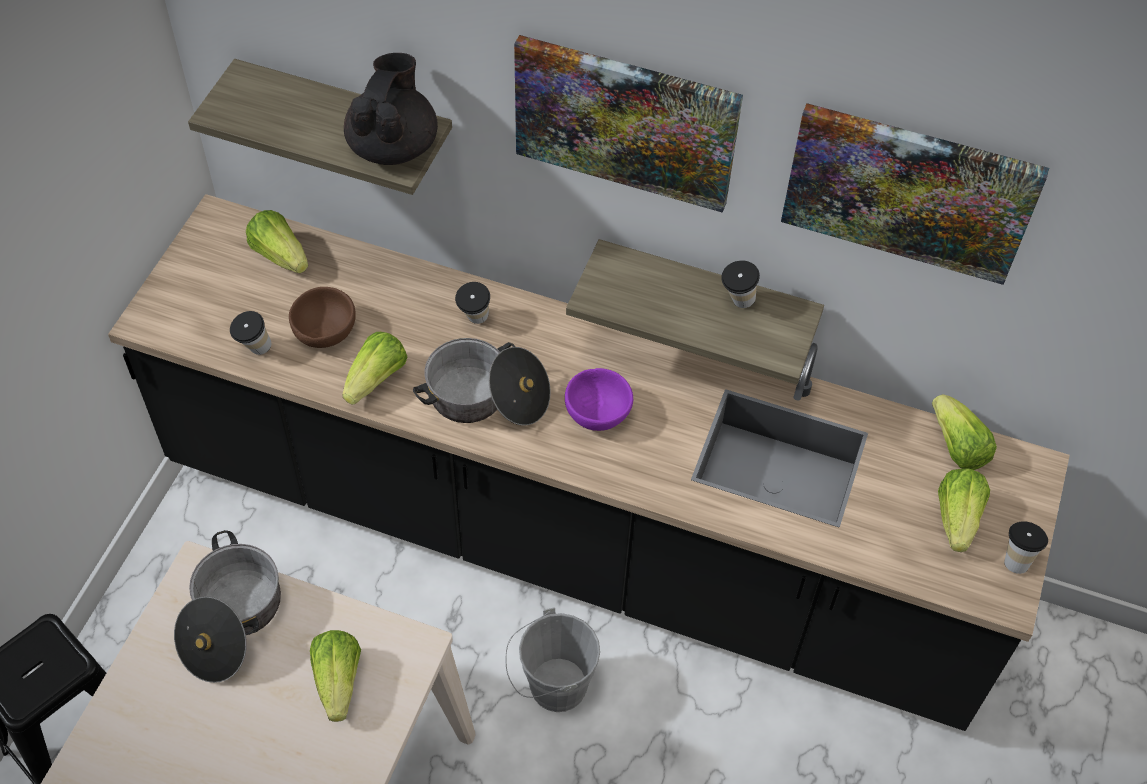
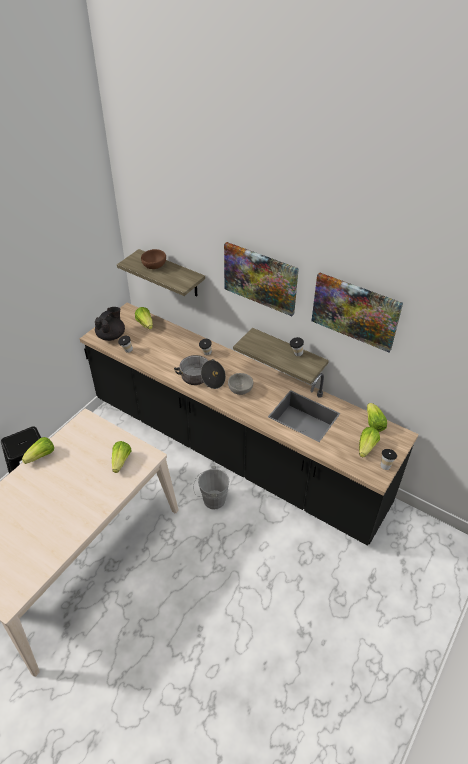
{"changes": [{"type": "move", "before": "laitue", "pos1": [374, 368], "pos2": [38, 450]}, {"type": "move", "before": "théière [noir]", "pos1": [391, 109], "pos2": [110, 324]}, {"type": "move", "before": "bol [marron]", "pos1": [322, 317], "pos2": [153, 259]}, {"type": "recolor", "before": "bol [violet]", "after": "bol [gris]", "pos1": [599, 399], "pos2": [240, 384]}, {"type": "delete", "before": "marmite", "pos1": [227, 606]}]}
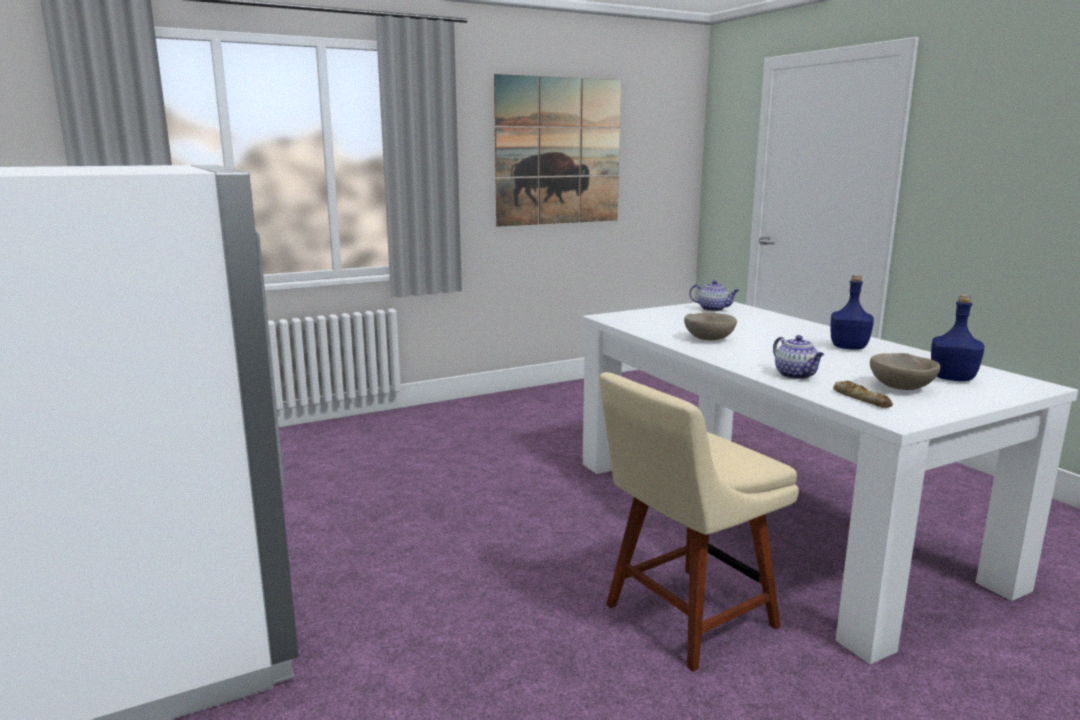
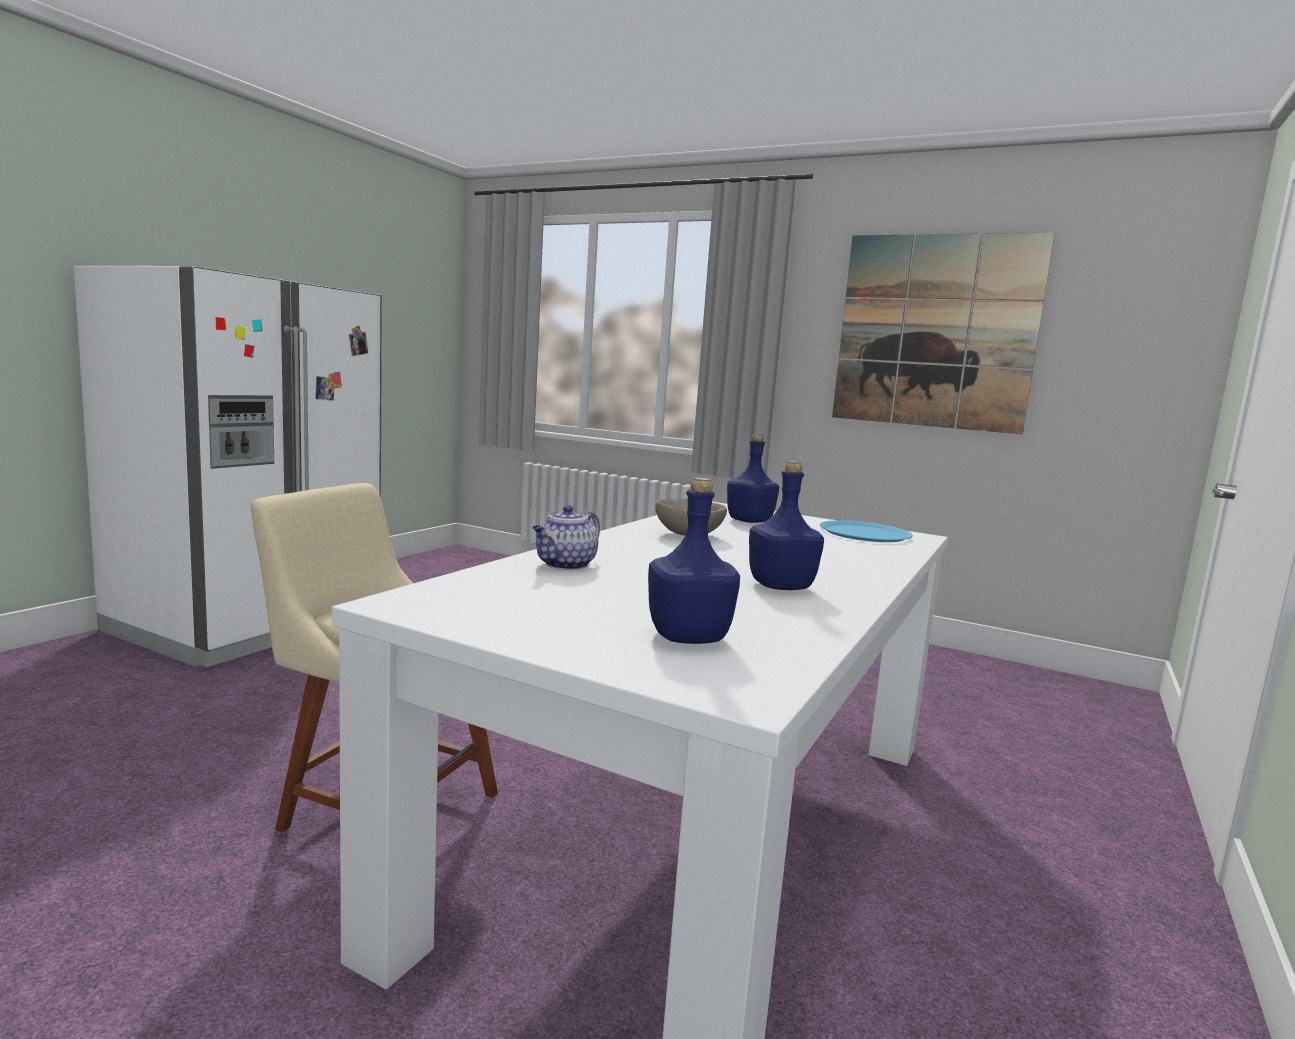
{"changes": [{"type": "insert", "after": "bouteille [bleu]", "pos2": [753, 478]}, {"type": "replace", "before": "théière", "after": "assiette [bleu]", "pos1": [714, 295], "pos2": [866, 531]}, {"type": "delete", "before": "pain", "pos1": [863, 394]}, {"type": "delete", "before": "bol [beige]", "pos1": [905, 371]}]}
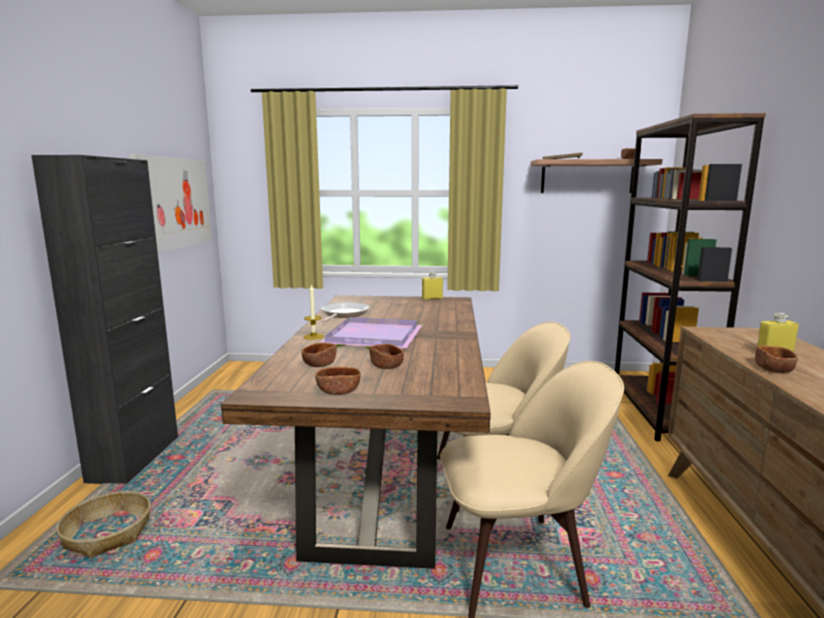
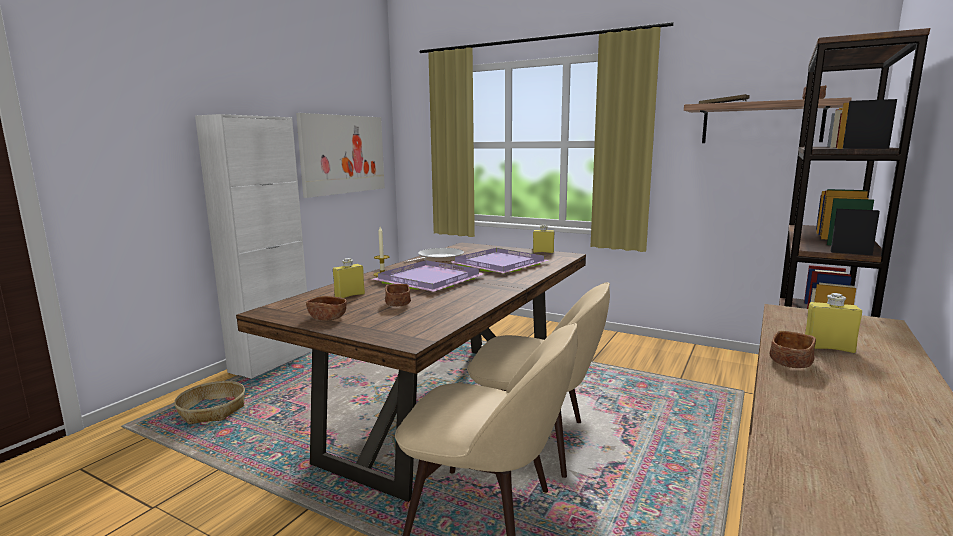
{"changes": [{"type": "recolor", "before": "meuble de rangement [noir]", "after": "meuble de rangement [blanc]", "pos1": [104, 319], "pos2": [253, 246]}, {"type": "replace", "before": "bol [marron]", "after": "bouteille [jaune]", "pos1": [319, 354], "pos2": [349, 278]}, {"type": "insert", "after": "plateau [violet]", "pos2": [500, 260]}]}
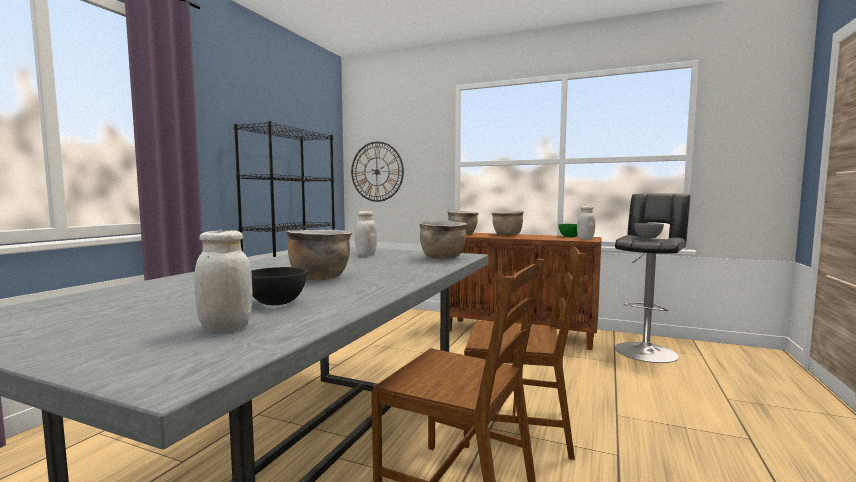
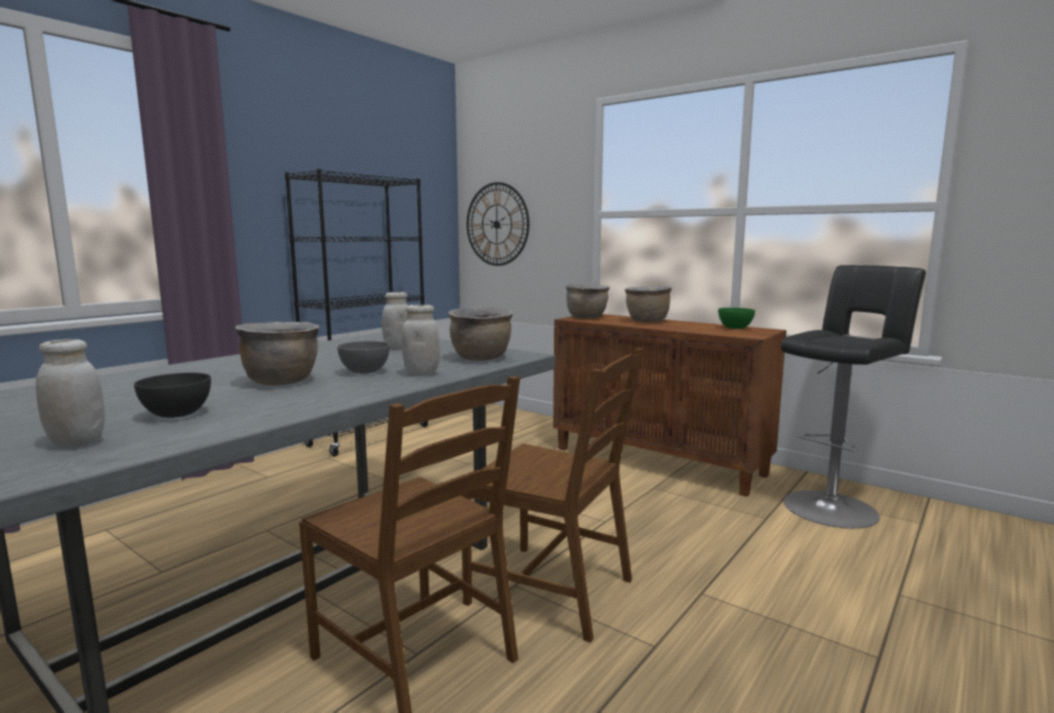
{"changes": [{"type": "move", "before": "bol [gris]", "pos1": [649, 230], "pos2": [363, 357]}, {"type": "move", "before": "bocal [blanc]", "pos1": [586, 223], "pos2": [421, 340]}]}
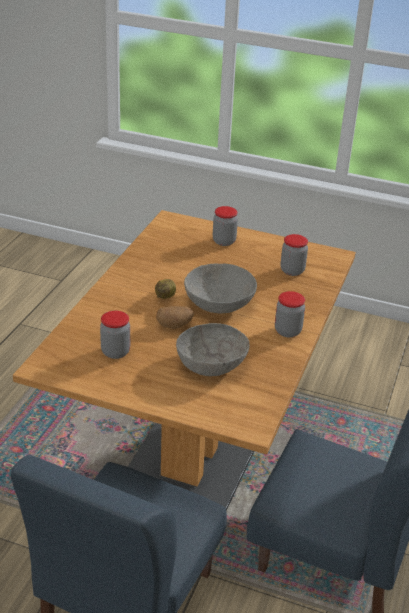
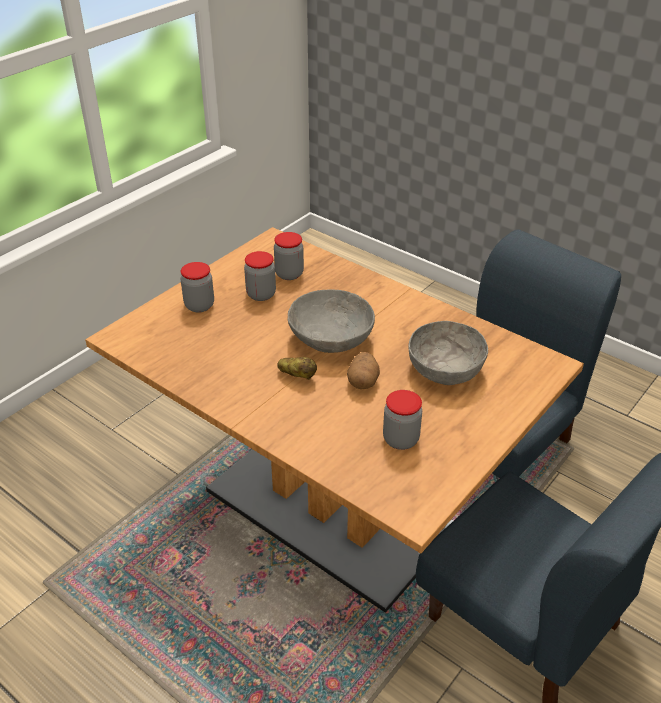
{"changes": [{"type": "move", "before": "bocal", "pos1": [290, 314], "pos2": [260, 276]}]}
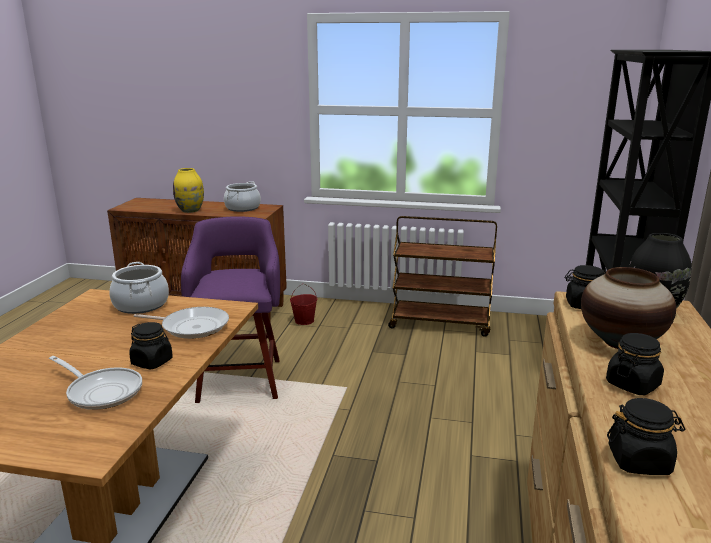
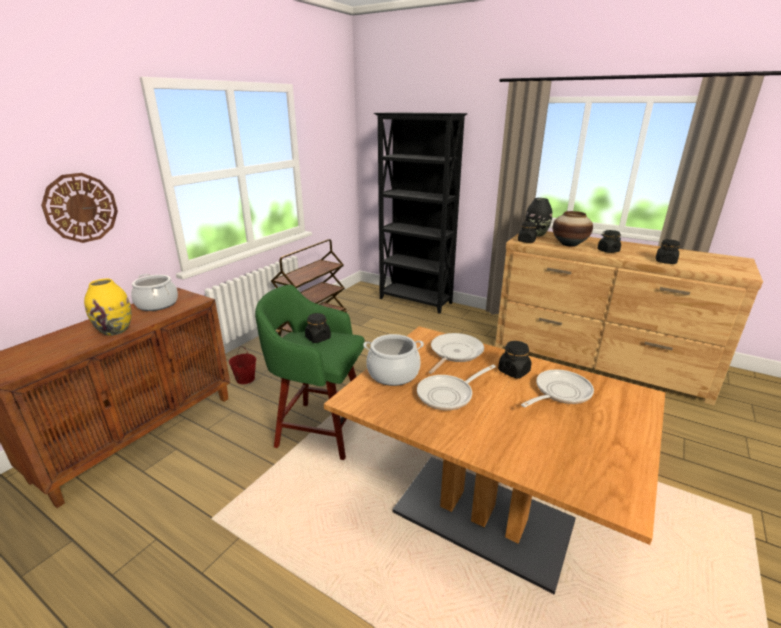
{"changes": [{"type": "insert", "after": "horloge murale", "pos2": [79, 208]}, {"type": "recolor", "before": "tabouret [violet]", "after": "tabouret [vert]", "pos1": [230, 309], "pos2": [309, 372]}, {"type": "insert", "after": "bocal [noir]", "pos2": [318, 328]}, {"type": "insert", "after": "poêle", "pos2": [456, 387]}]}
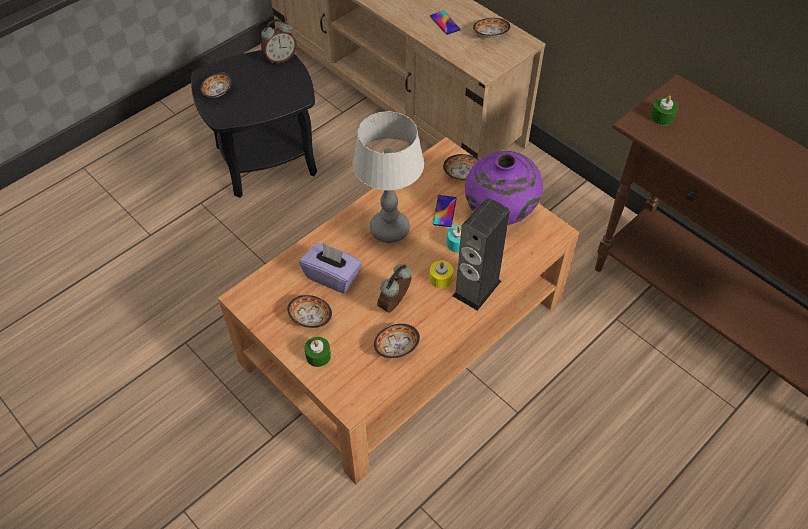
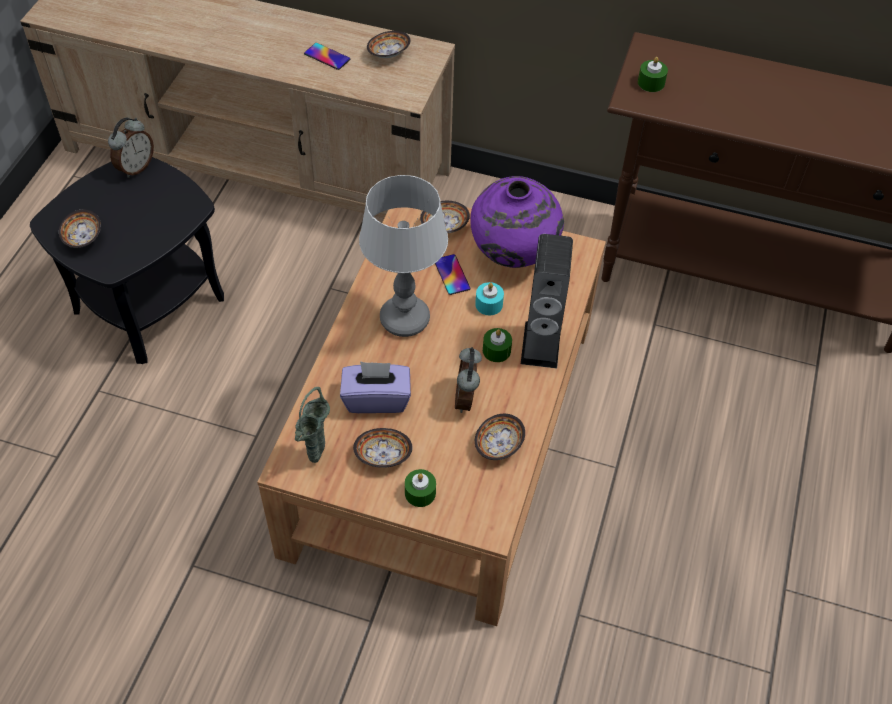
{"changes": [{"type": "insert", "after": "vase [vert]", "pos2": [312, 425]}, {"type": "recolor", "before": "bougie [jaune]", "after": "bougie [vert]", "pos1": [441, 275], "pos2": [497, 345]}]}
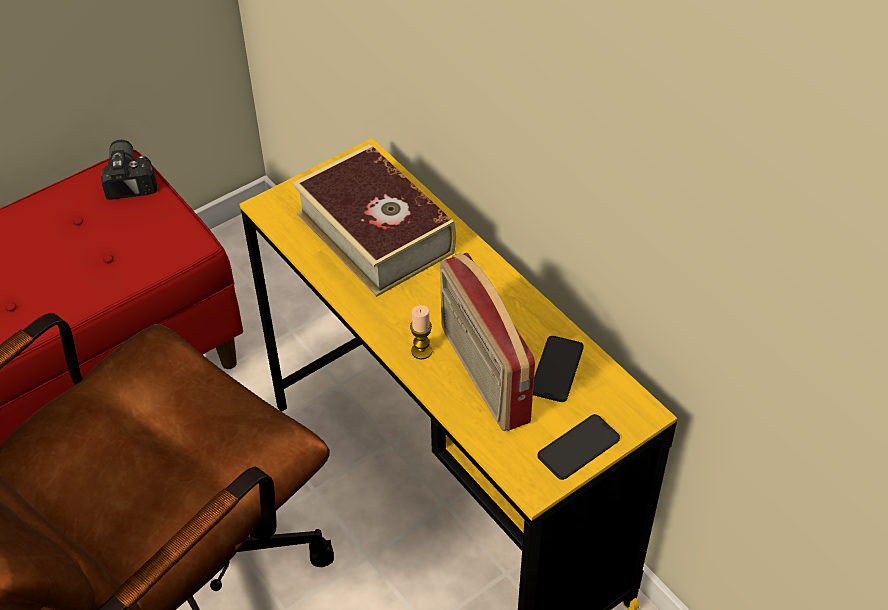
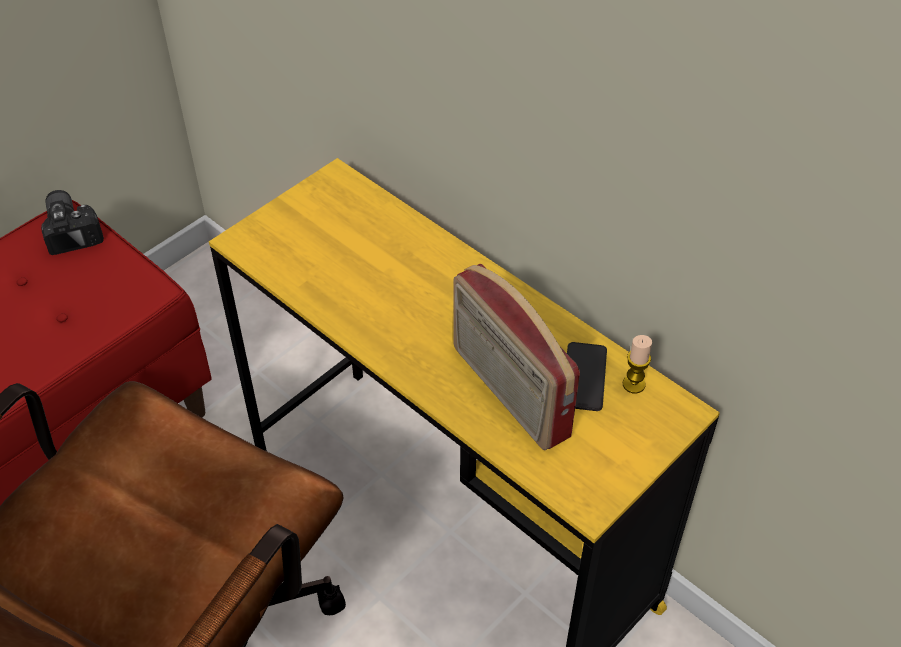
{"changes": [{"type": "move", "before": "bougie", "pos1": [421, 332], "pos2": [637, 364]}, {"type": "delete", "before": "livre", "pos1": [374, 220]}, {"type": "delete", "before": "téléphone", "pos1": [579, 447]}]}
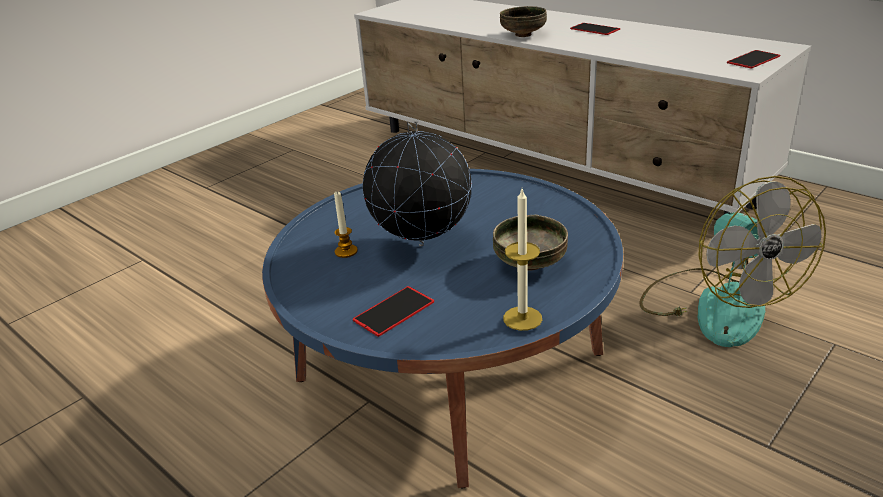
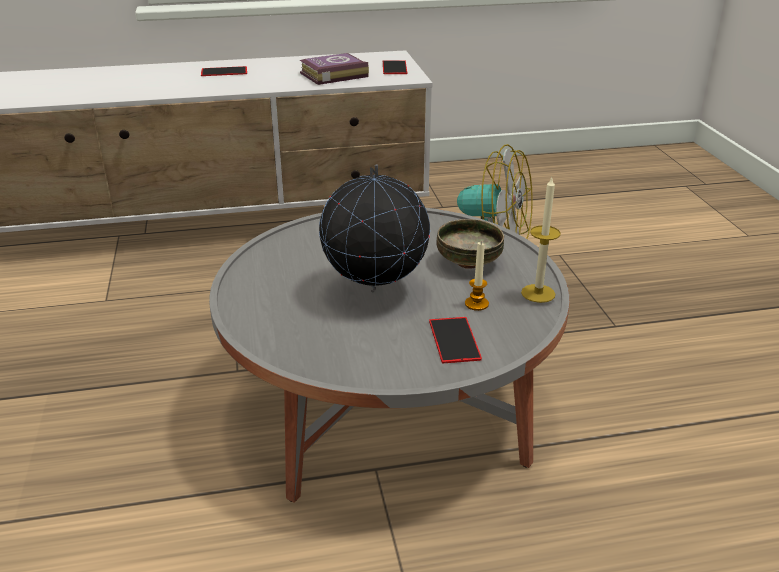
{"changes": [{"type": "recolor", "before": "table basse [bleu]", "after": "table basse [gris]", "pos1": [442, 328], "pos2": [389, 355]}, {"type": "insert", "after": "livre", "pos2": [334, 69]}, {"type": "move", "before": "bougie", "pos1": [346, 225], "pos2": [477, 276]}, {"type": "delete", "before": "bol", "pos1": [523, 21]}]}
